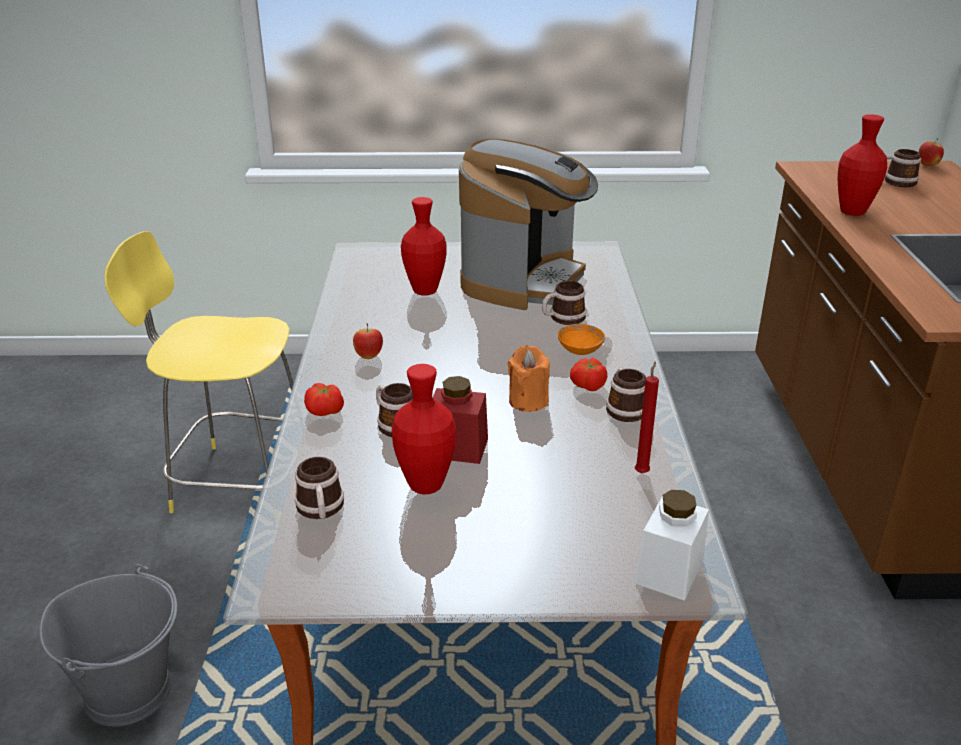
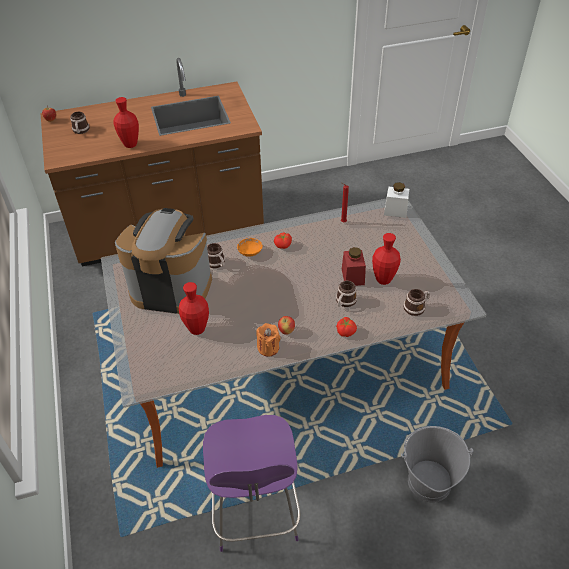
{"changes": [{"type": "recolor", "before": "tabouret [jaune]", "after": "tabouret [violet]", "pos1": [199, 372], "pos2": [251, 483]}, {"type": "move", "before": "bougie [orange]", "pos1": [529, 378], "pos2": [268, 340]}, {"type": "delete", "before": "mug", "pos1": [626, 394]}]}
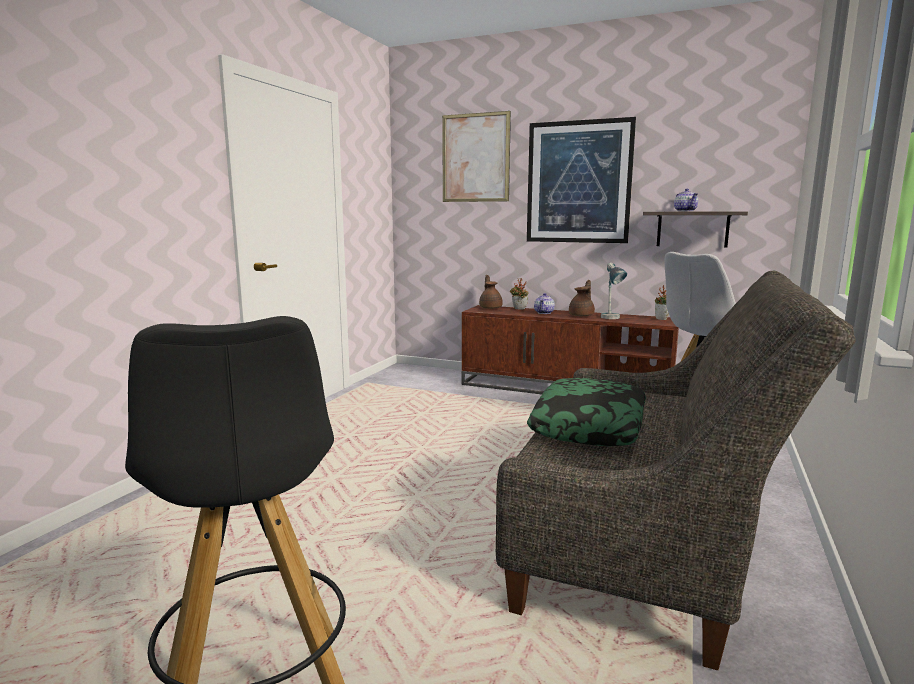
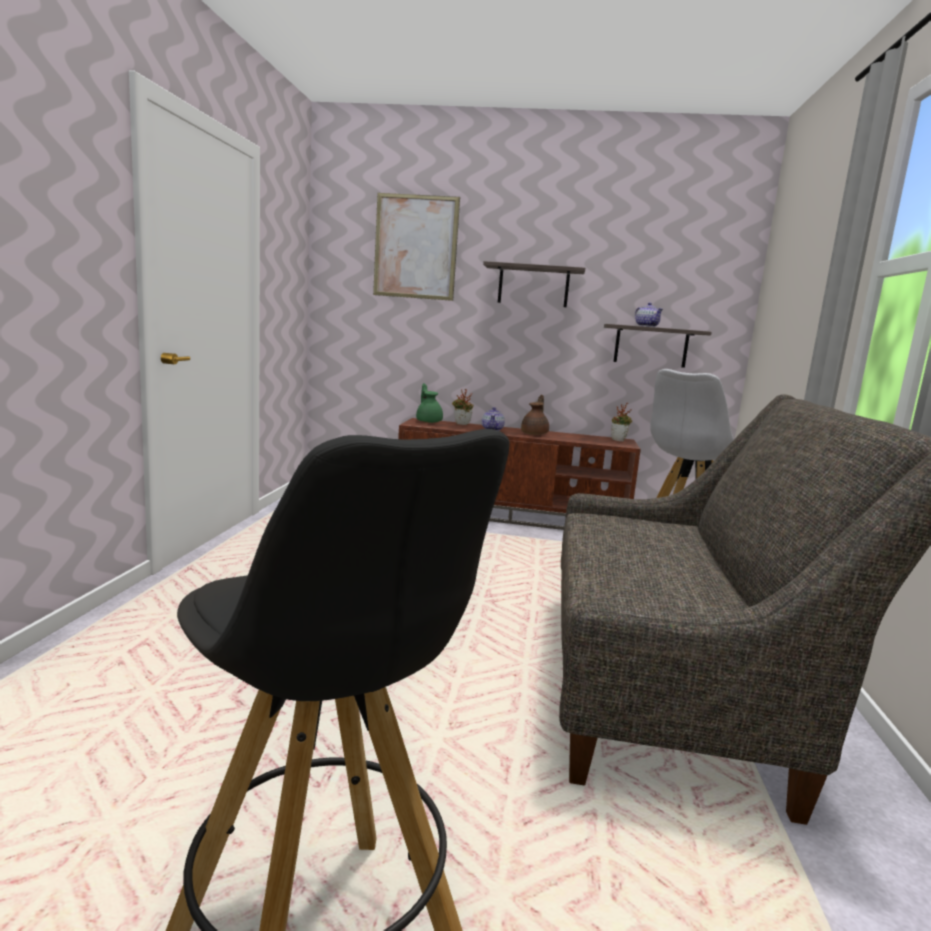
{"changes": [{"type": "recolor", "before": "théière [marron]", "after": "théière [vert]", "pos1": [491, 292], "pos2": [429, 403]}, {"type": "replace", "before": "tableau", "after": "étagère", "pos1": [581, 180], "pos2": [534, 284]}, {"type": "delete", "before": "coussin", "pos1": [586, 412]}, {"type": "delete", "before": "lampe de table", "pos1": [614, 291]}]}
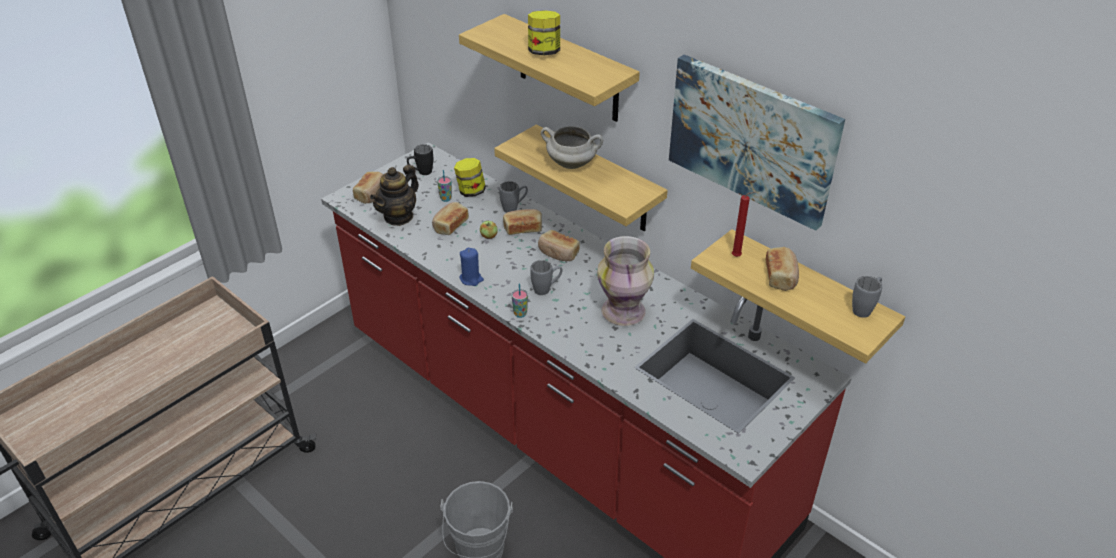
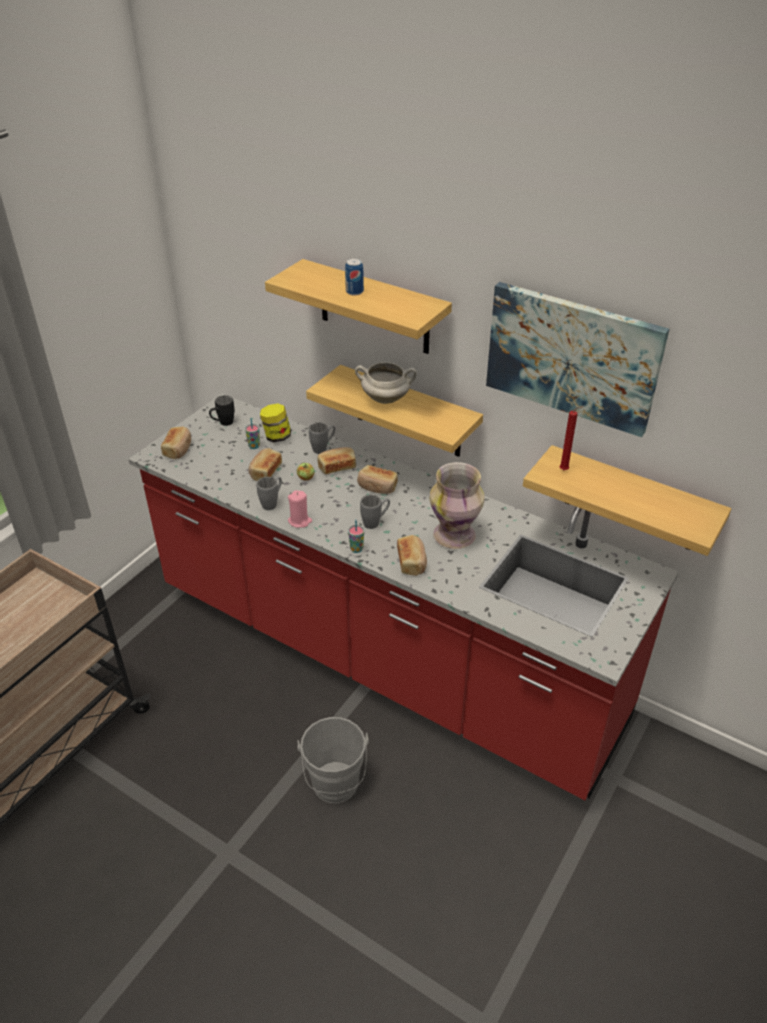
{"changes": [{"type": "move", "before": "mug [gris]", "pos1": [867, 297], "pos2": [269, 493]}, {"type": "recolor", "before": "bougie [bleu]", "after": "bougie [rose]", "pos1": [472, 267], "pos2": [300, 509]}, {"type": "replace", "before": "bocal", "after": "boîte métallique", "pos1": [544, 32], "pos2": [354, 276]}, {"type": "move", "before": "pain", "pos1": [782, 269], "pos2": [412, 555]}, {"type": "delete", "before": "théière", "pos1": [394, 195]}]}
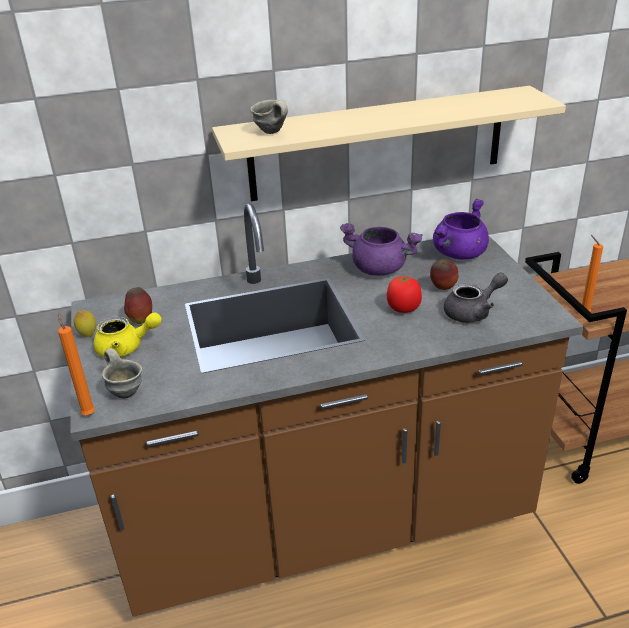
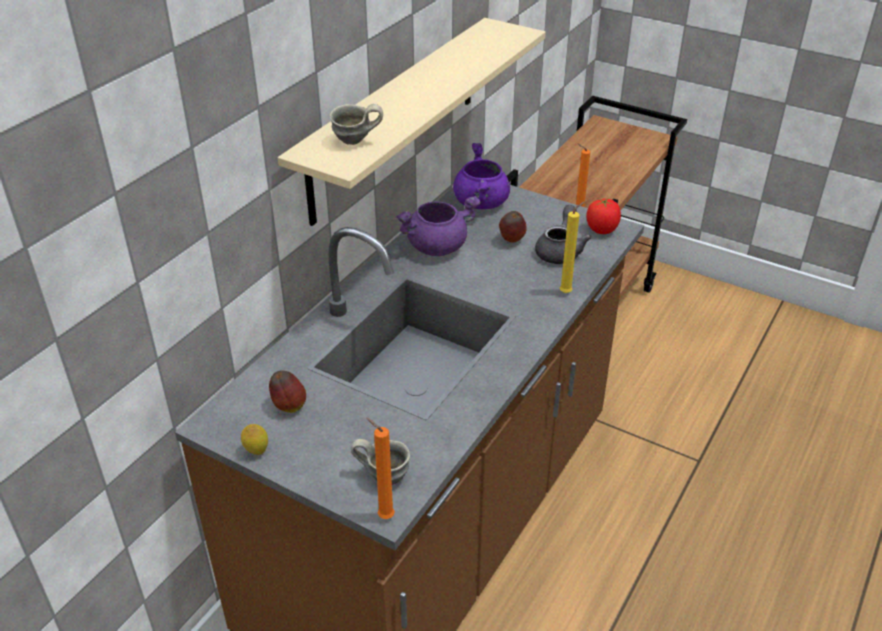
{"changes": [{"type": "insert", "after": "bougie [jaune]", "pos2": [572, 247]}, {"type": "move", "before": "tomate", "pos1": [404, 293], "pos2": [603, 216]}, {"type": "delete", "before": "théière [jaune]", "pos1": [127, 334]}]}
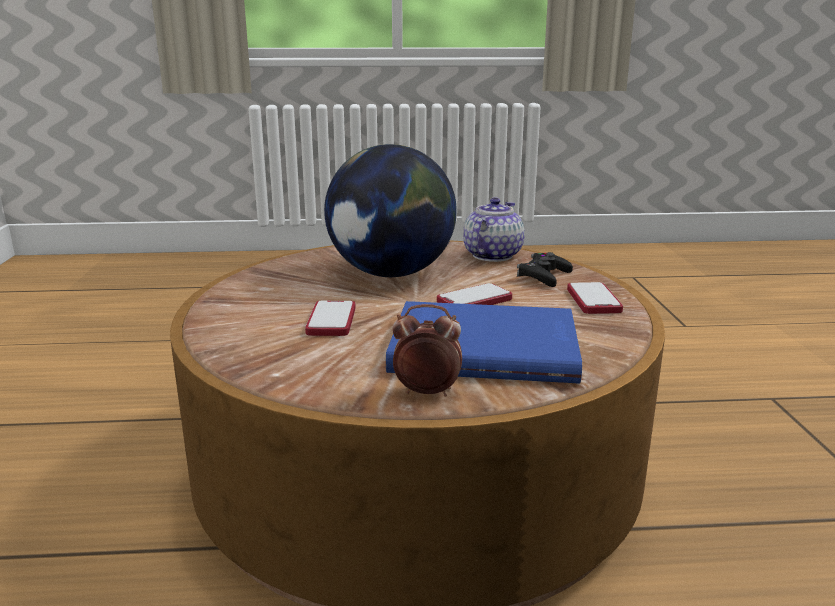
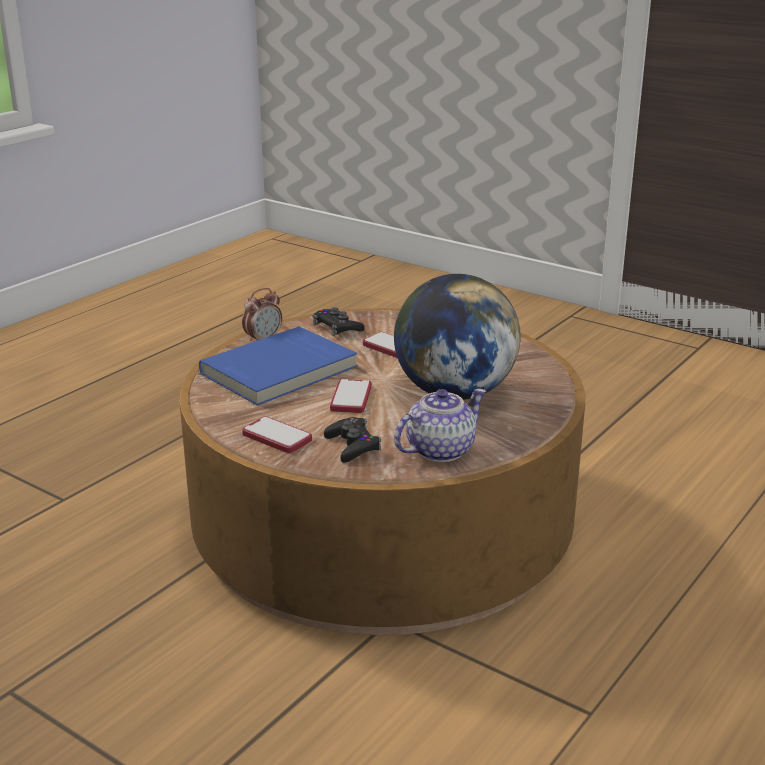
{"changes": [{"type": "insert", "after": "manette [noir]", "pos2": [338, 321]}, {"type": "rotate", "before": "théière", "pos1": [494, 230], "pos2": [440, 425], "turn": -105}]}
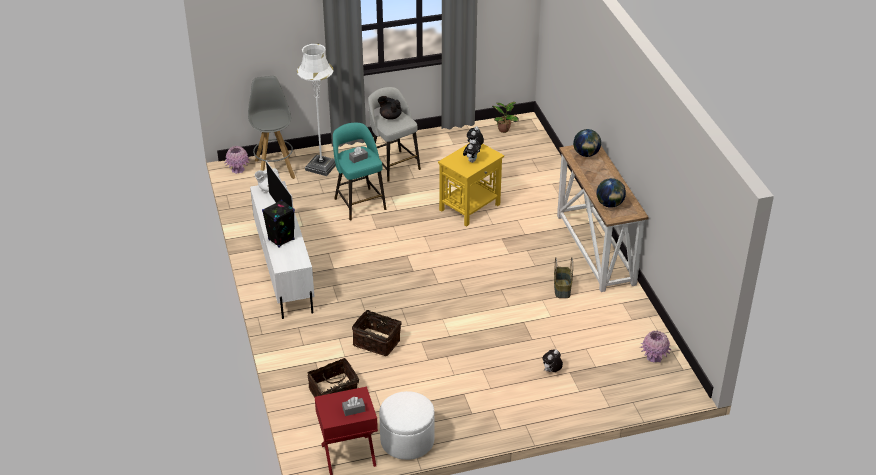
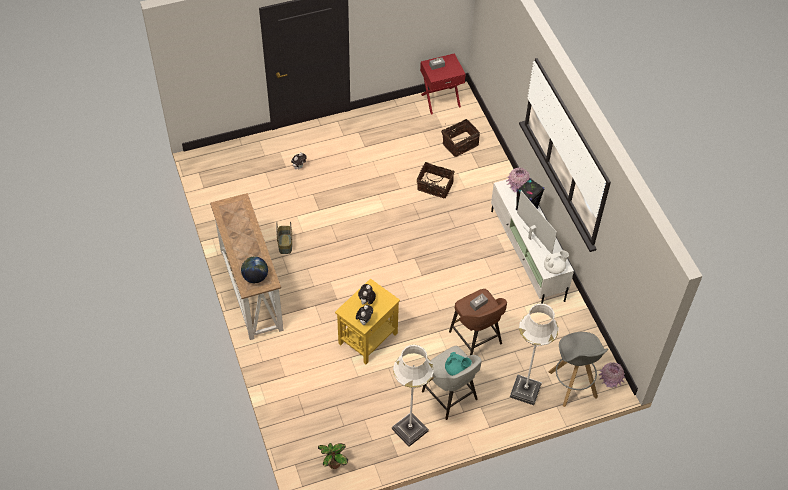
{"changes": [{"type": "insert", "after": "lampadaire [blanc]", "pos2": [413, 396]}, {"type": "recolor", "before": "théière [noir]", "after": "théière [turquoise]", "pos1": [390, 108], "pos2": [458, 364]}, {"type": "recolor", "before": "tabouret [turquoise]", "after": "tabouret [marron]", "pos1": [359, 171], "pos2": [478, 322]}, {"type": "move", "before": "vase [rose]", "pos1": [656, 346], "pos2": [518, 180]}, {"type": "delete", "before": "pouf [blanc]", "pos1": [407, 425]}, {"type": "delete", "before": "globe", "pos1": [611, 193]}]}
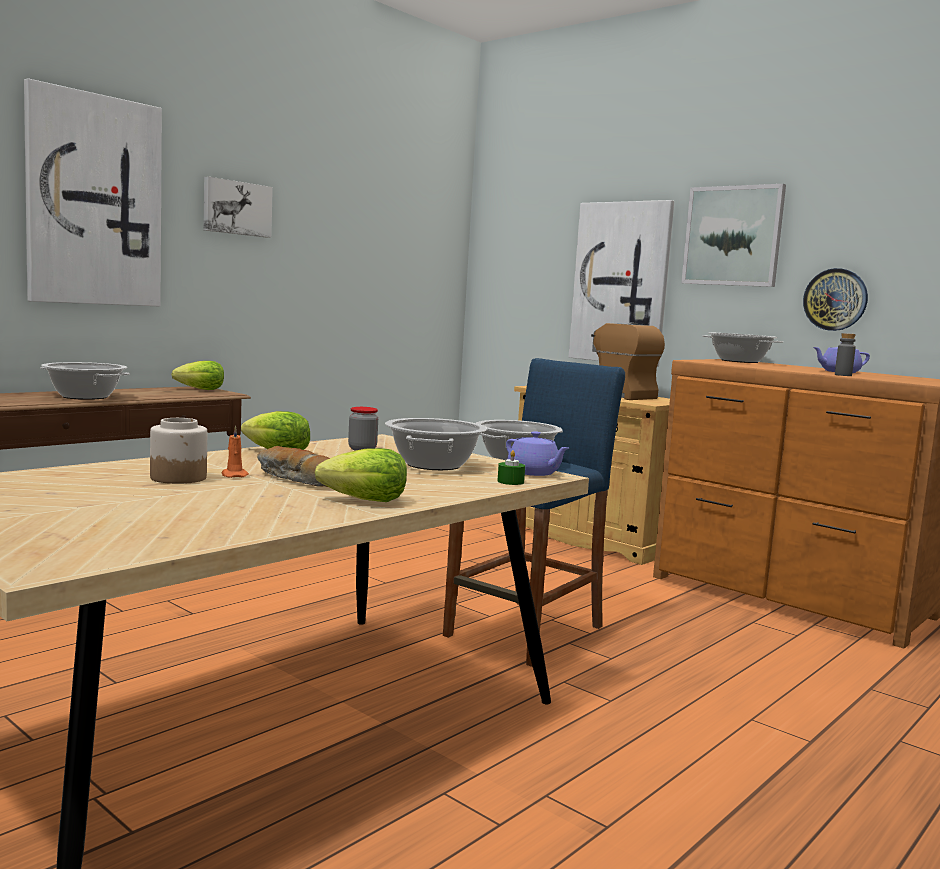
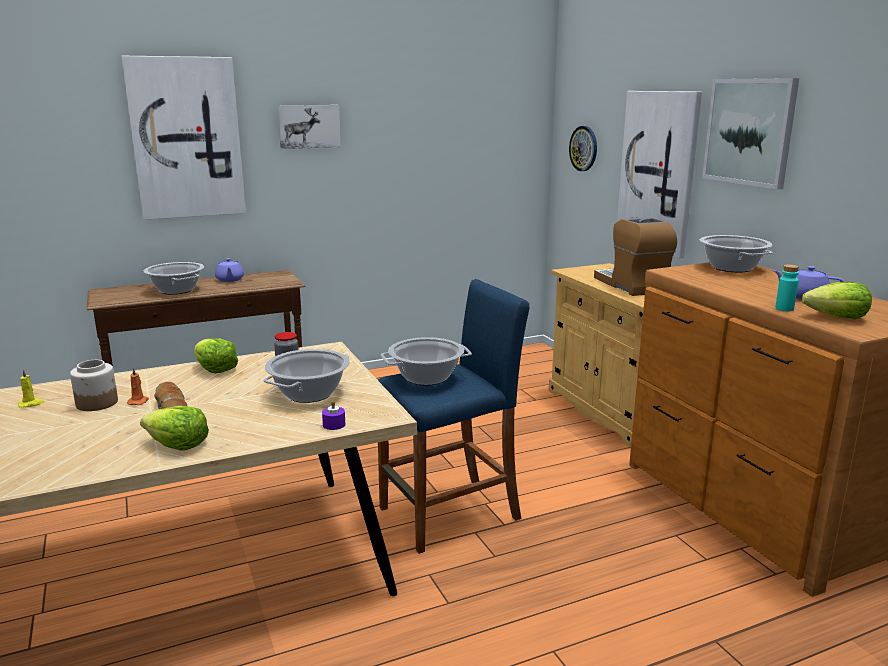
{"changes": [{"type": "insert", "after": "bougie [jaune]", "pos2": [31, 388]}, {"type": "move", "before": "théière [violet]", "pos1": [537, 453], "pos2": [229, 270]}, {"type": "recolor", "before": "bougie [vert]", "after": "bougie [violet]", "pos1": [511, 467], "pos2": [333, 415]}, {"type": "move", "before": "horloge murale", "pos1": [835, 299], "pos2": [583, 148]}, {"type": "recolor", "before": "bouteille [gris]", "after": "bouteille [turquoise]", "pos1": [845, 354], "pos2": [787, 288]}, {"type": "move", "before": "laitue", "pos1": [197, 375], "pos2": [837, 300]}]}
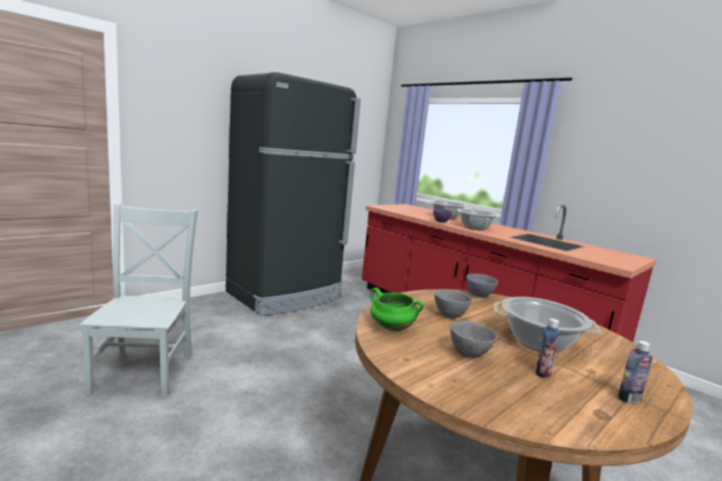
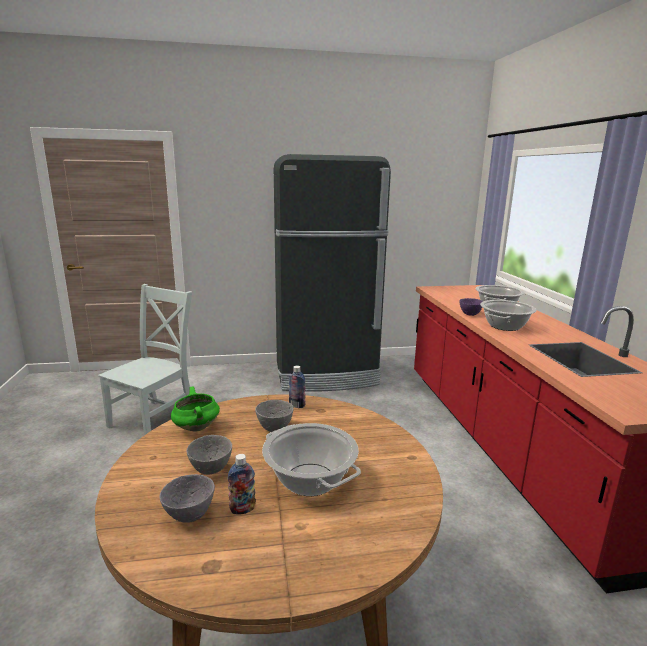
{"changes": [{"type": "move", "before": "bol [gris]", "pos1": [482, 286], "pos2": [187, 498]}, {"type": "move", "before": "bouteille", "pos1": [635, 372], "pos2": [297, 387]}]}
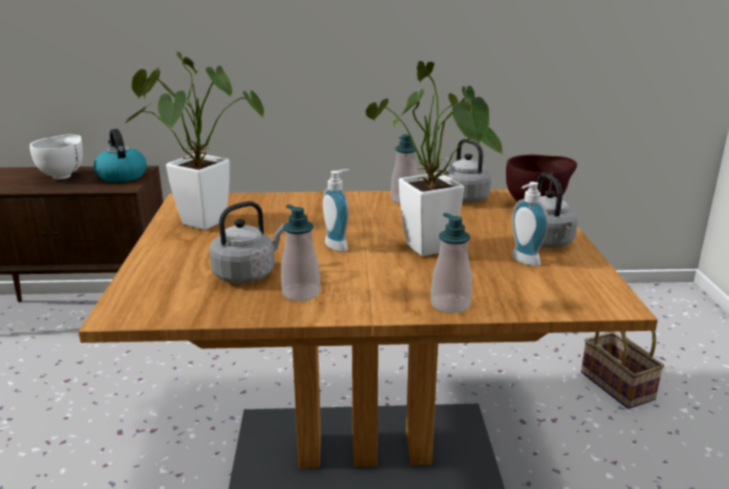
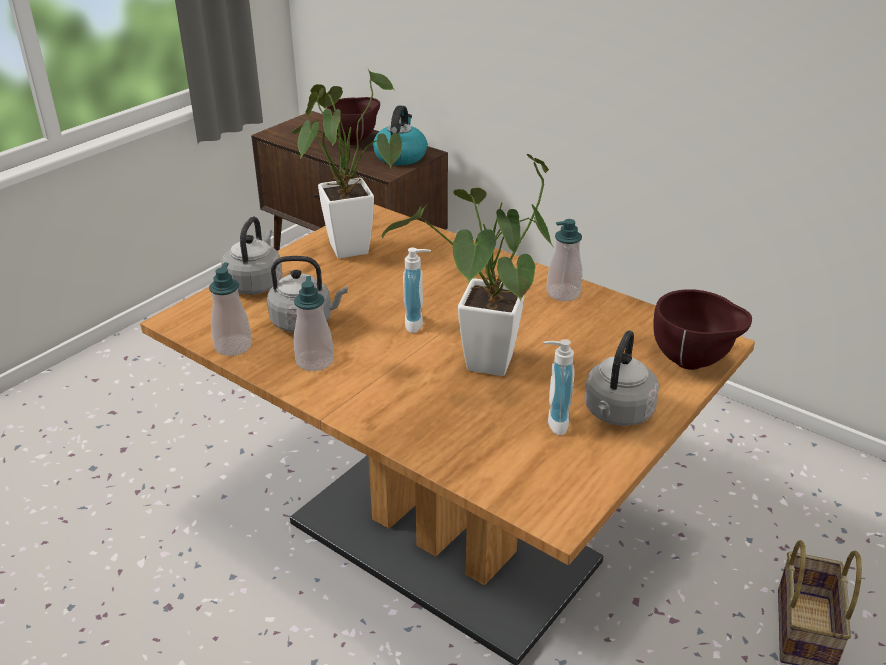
{"changes": [{"type": "move", "before": "distributeur de savon", "pos1": [451, 263], "pos2": [230, 309]}, {"type": "move", "before": "bouilloire [gris]", "pos1": [467, 171], "pos2": [252, 255]}, {"type": "recolor", "before": "bol [blanc]", "after": "bol [marron]", "pos1": [56, 157], "pos2": [353, 121]}]}
